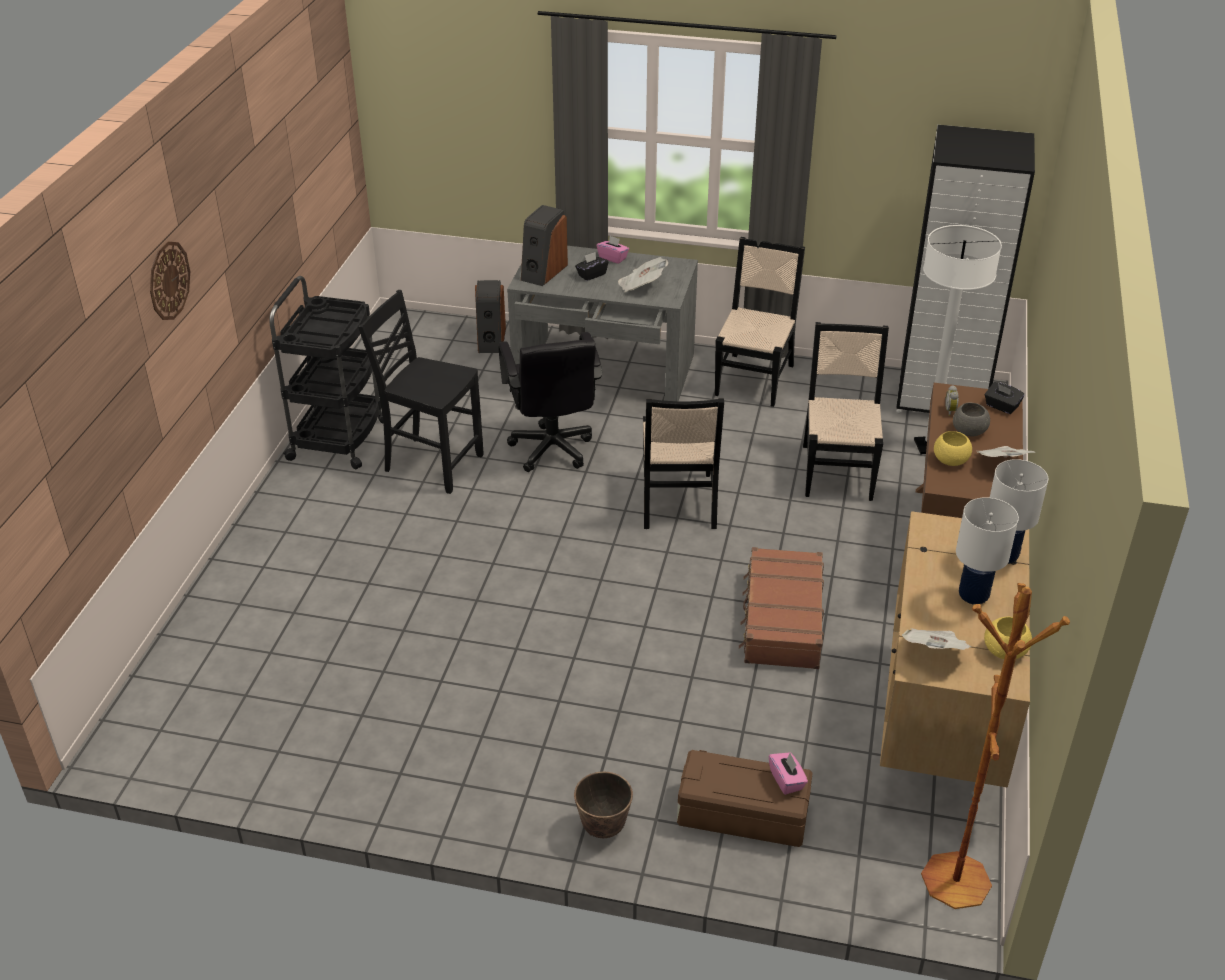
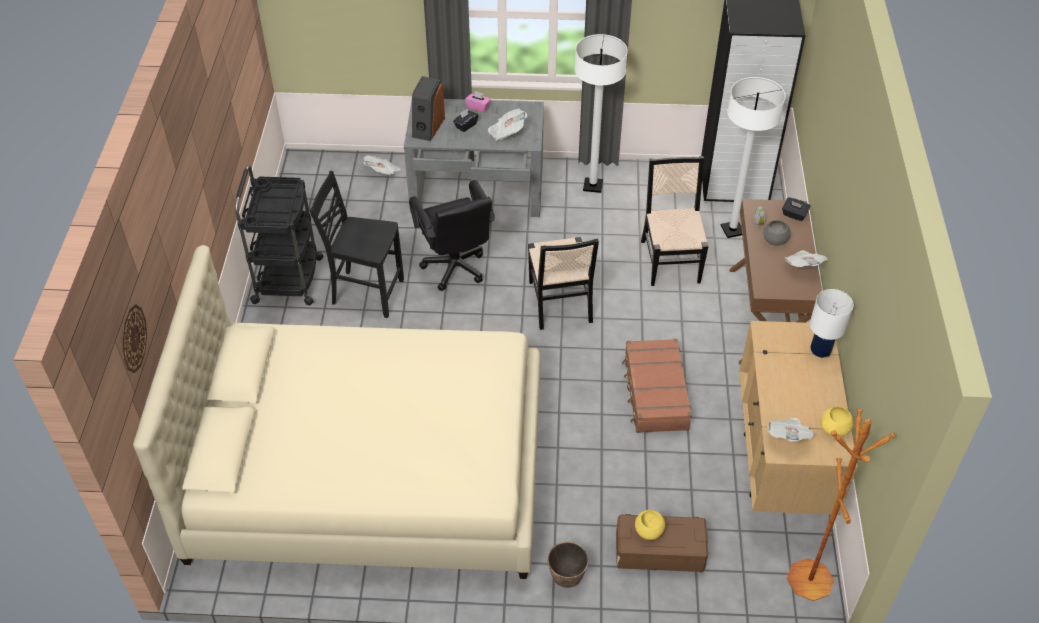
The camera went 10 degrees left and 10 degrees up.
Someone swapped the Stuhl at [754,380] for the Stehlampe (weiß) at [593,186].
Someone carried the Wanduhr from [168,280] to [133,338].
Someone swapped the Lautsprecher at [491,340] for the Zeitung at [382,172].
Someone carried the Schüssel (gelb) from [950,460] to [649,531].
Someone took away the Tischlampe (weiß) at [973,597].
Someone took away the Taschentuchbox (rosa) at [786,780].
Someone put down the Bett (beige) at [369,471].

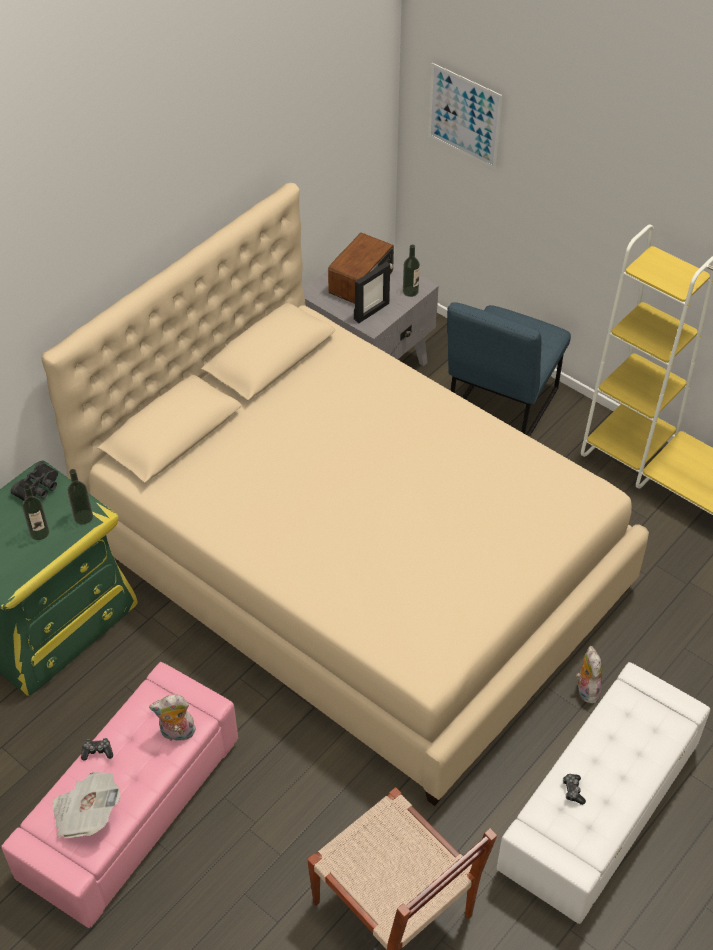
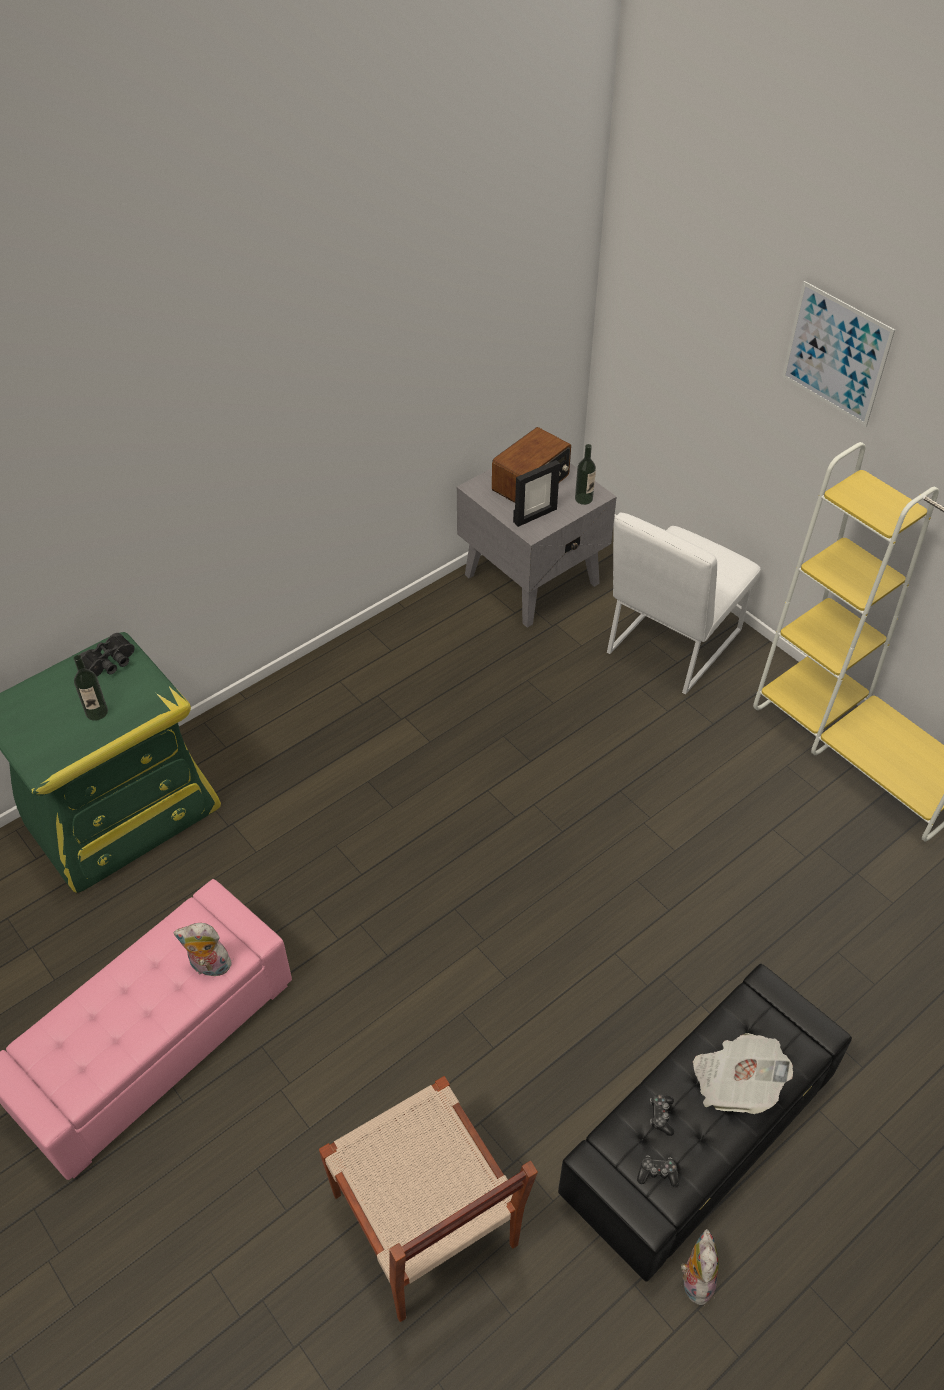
The camera went 10 degrees right and 0 degrees up.
Someone carried the Bild from [464,116] to [835,354].
Someone took away the Bett (beige) at [355,565].
Someone repainted the Stuhl (blau) at [500,408], which became the Stuhl (weiß) at [671,643].
Someone took away the Flasche at [83,517].
Someone carried the Plüschtier from [586,689] to [695,1279].
Someone repainted the Polsterhocker (weiß) at [599,809], which became the Polsterhocker (schwarz) at [699,1136].
Someone carried the Gamepad from [97,751] to [657,1173].
Someone carried the Zeitung from [87,814] to [735,1082].

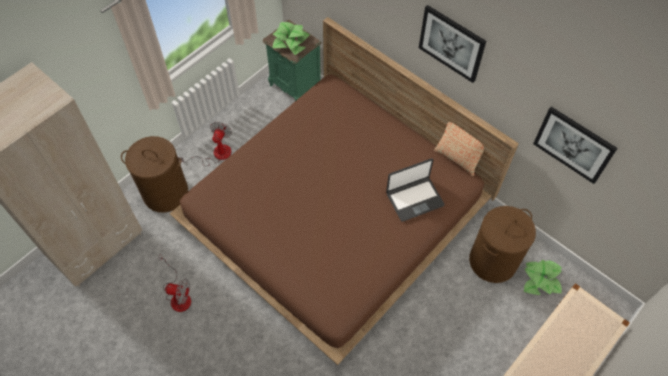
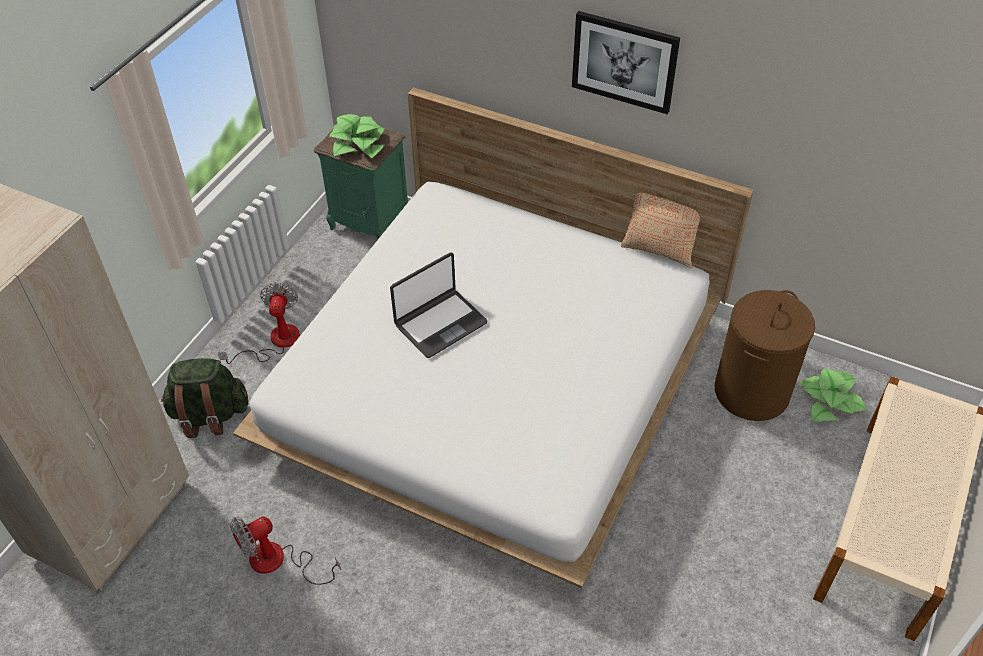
The camera went 15 degrees left and 10 degrees down.
Someone repainted the Bett (braun) at [333,217], which became the Bett (weiß) at [492,387].
Someone took away the Bild at [574,144].
Someone swapped the Wäschekorb (braun) at [165,193] for the Rucksack (grün) at [209,415].
Someone carried the Laptop from [414,199] to [440,323].
Someone rotated the Ventilator at [178,295] by 150 degrees clockwise.

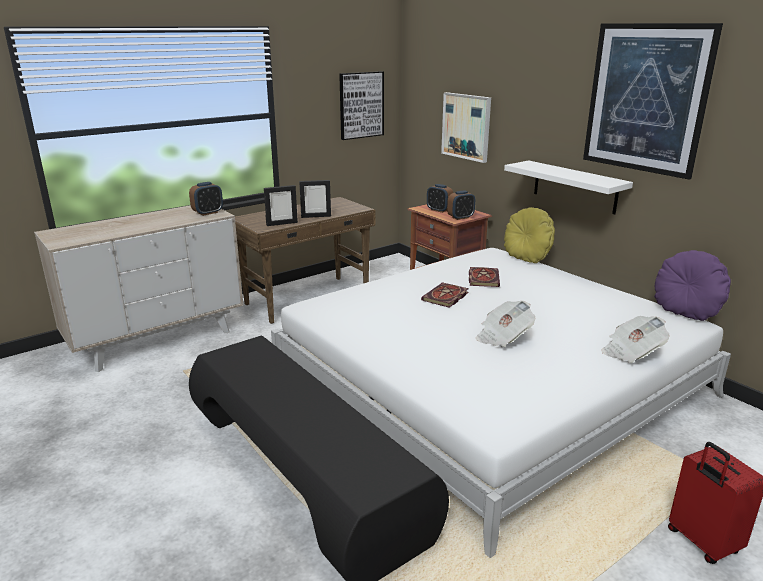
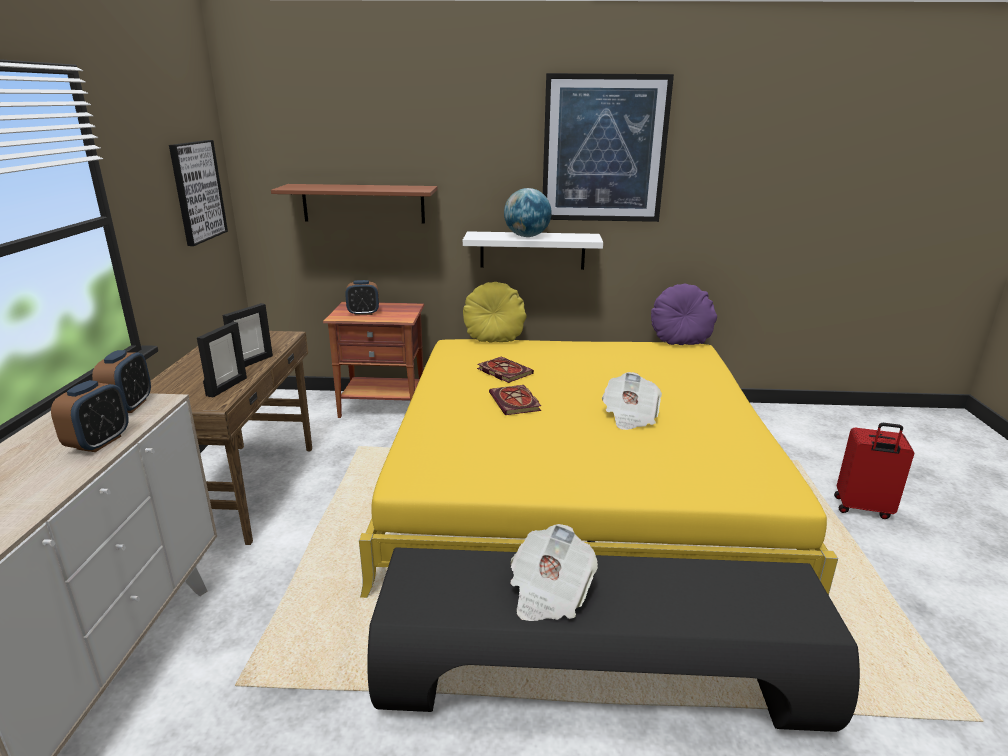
The camera went 50 degrees left and 0 degrees up.
Someone swapped the Bild at [466,126] for the Wandregal (braun) at [363,203].
Someone carried the Wecker from [460,217] to [99,442].
Someone repainted the Bett (weiß) at [488,382], which became the Bett (gelb) at [576,477].
Someone carried the Zeitung from [631,352] to [549,593].
Someone put down the Globus at [527,236].

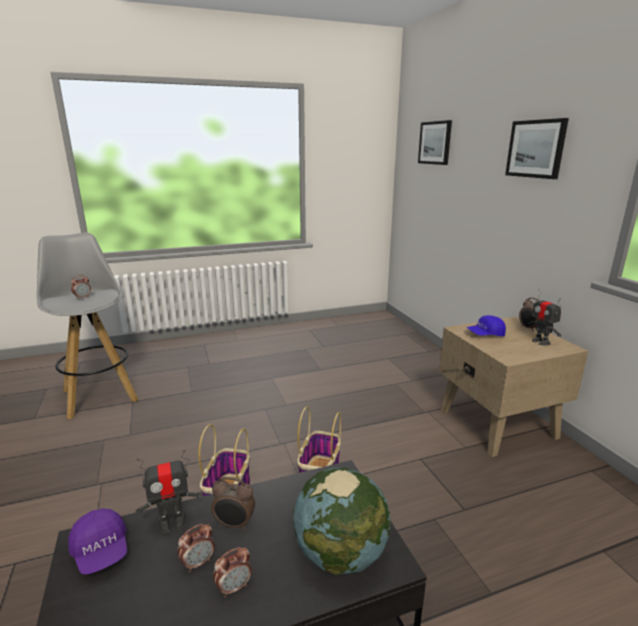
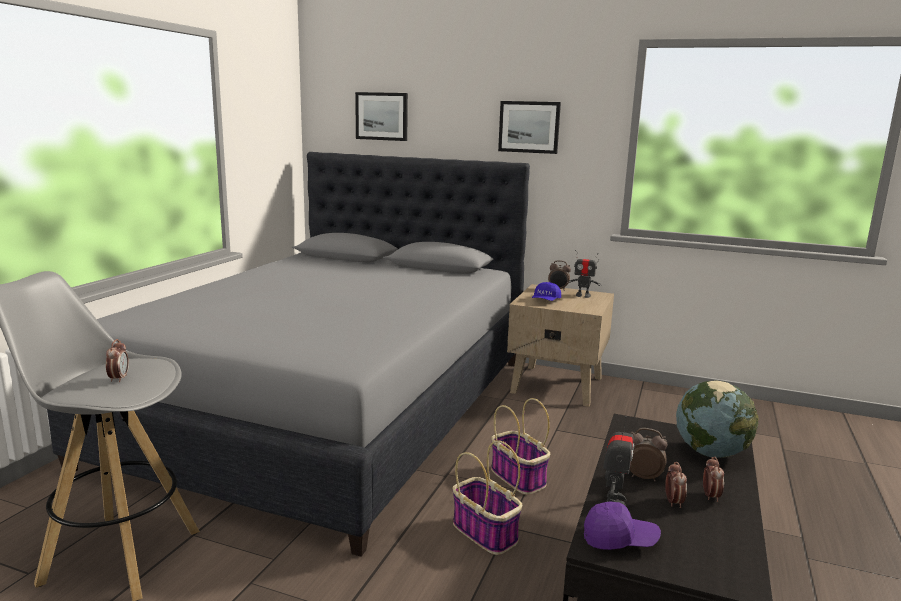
The camera went 50 degrees left and 5 degrees down.
Someone rotated the Wecker at [234,524] by 120 degrees counterclockwise.
Someone put down the Bett (grau) at [334,407].

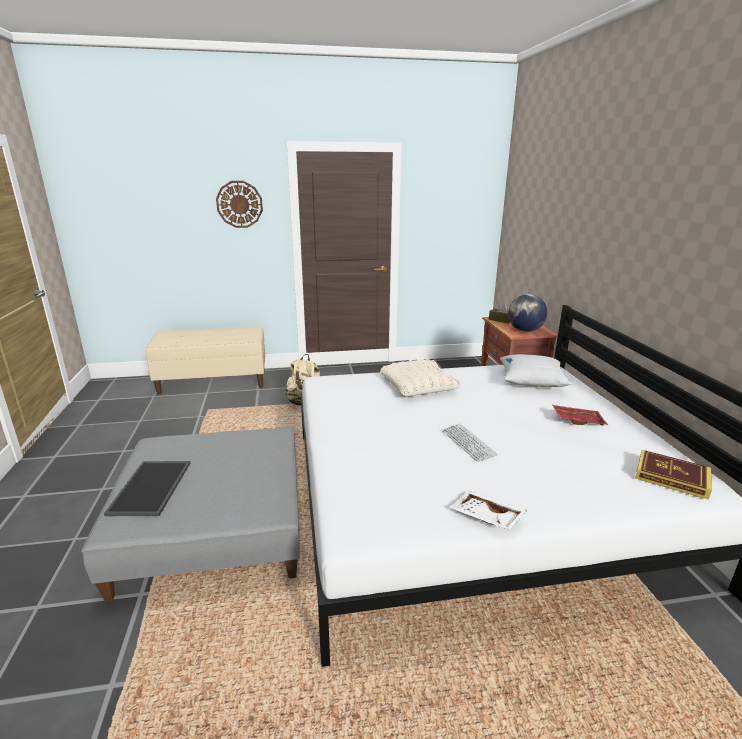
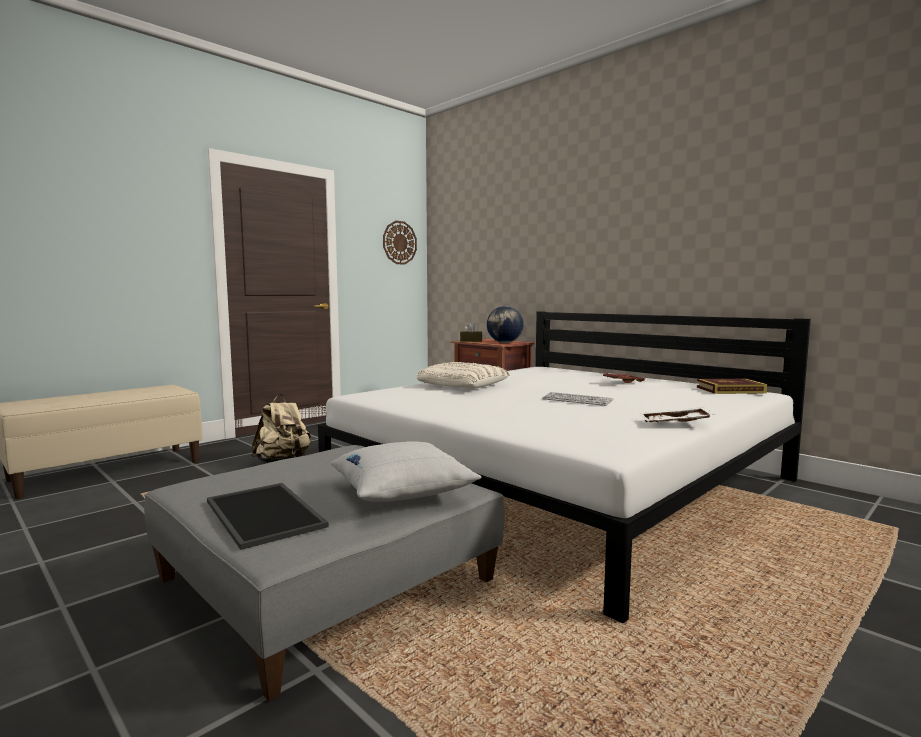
The camera went 35 degrees left and 15 degrees down.
Someone carried the Wanduhr from [239,204] to [399,242].
Someone carried the Kissen (grau) from [531,381] to [402,493].

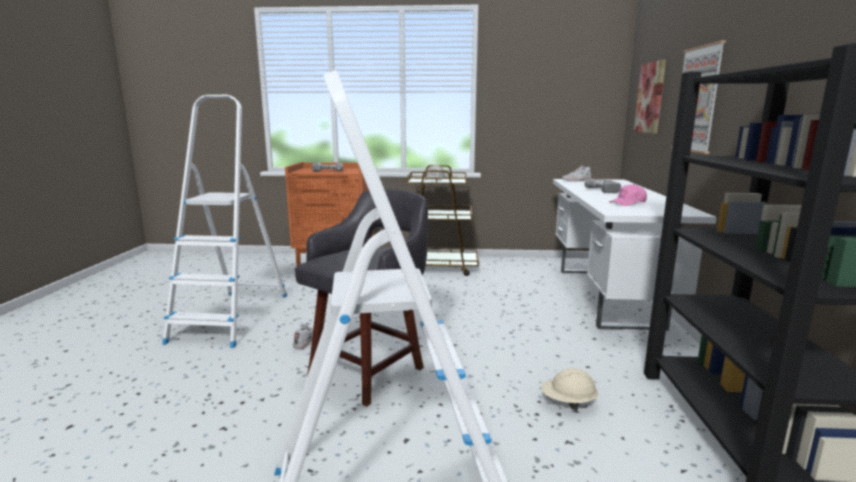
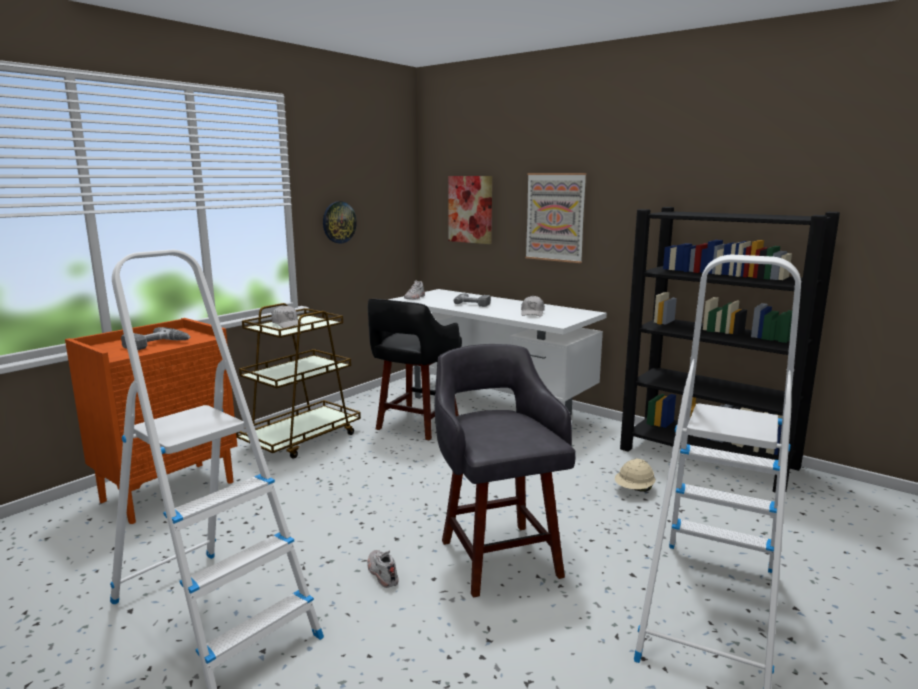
The camera went 55 degrees left and 0 degrees up.
Someone repainted the Kappe (rosa) at [628,203], which became the Kappe (weiß) at [532,313].
Someone put up the Wanduhr at [339,222].
Someone put down the Hocker (schwarz) at [415,425].

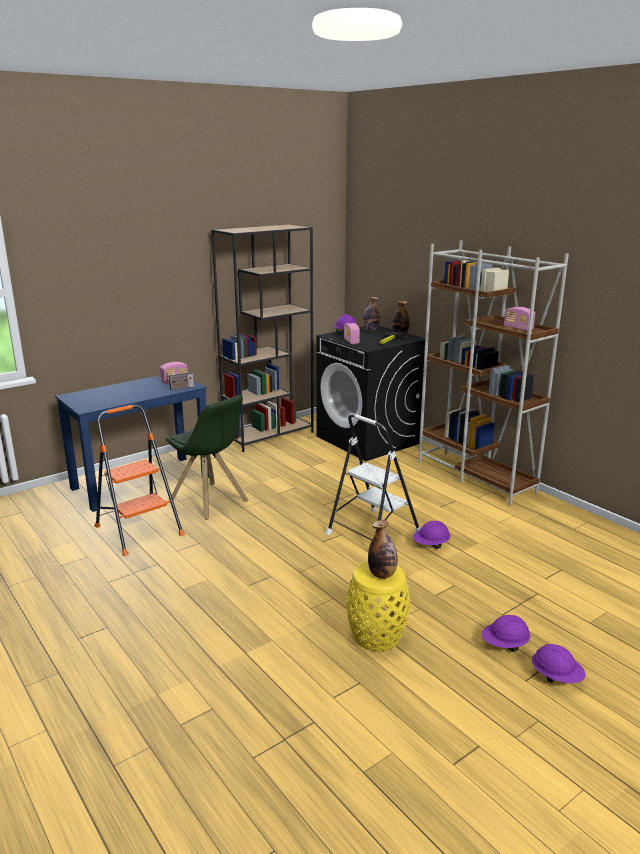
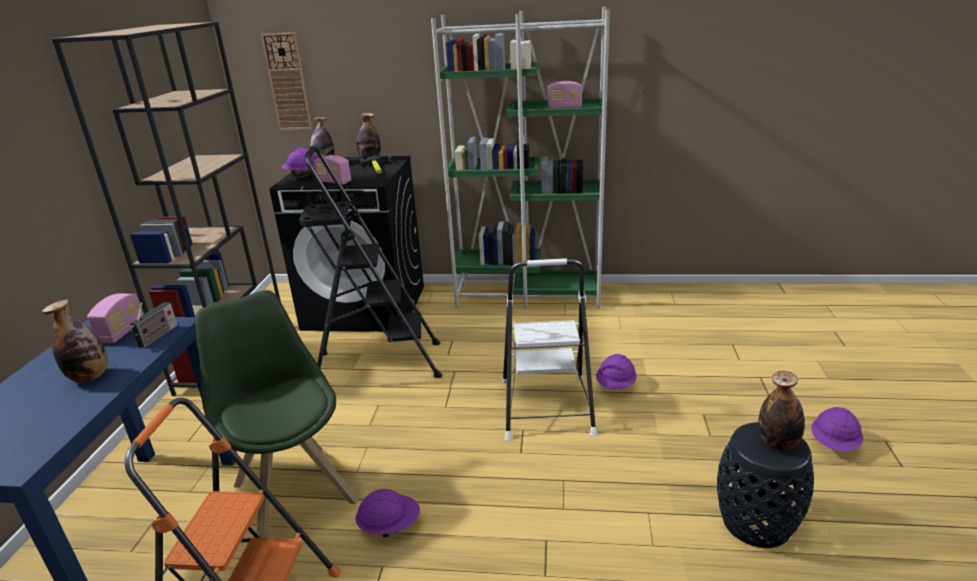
The camera went 45 degrees left and 5 degrees up.
Someone repainted the Bücherregal (braun) at [475,477], which became the Bücherregal (grün) at [528,296].
Someone rotated the Stuhl (grün) at [209,500] by 120 degrees counterclockwise.
Someone repainted the Hocker (gelb) at [377,636], which became the Hocker (schwarz) at [756,523].
Someone carried the Schutzhelm (lila) from [556,677] to [390,525].
Someone put up the Wanduhr at [288,82].
Someone put down the Trittleiter at [376,364].
Someone put down the Flasche at [90,377].

